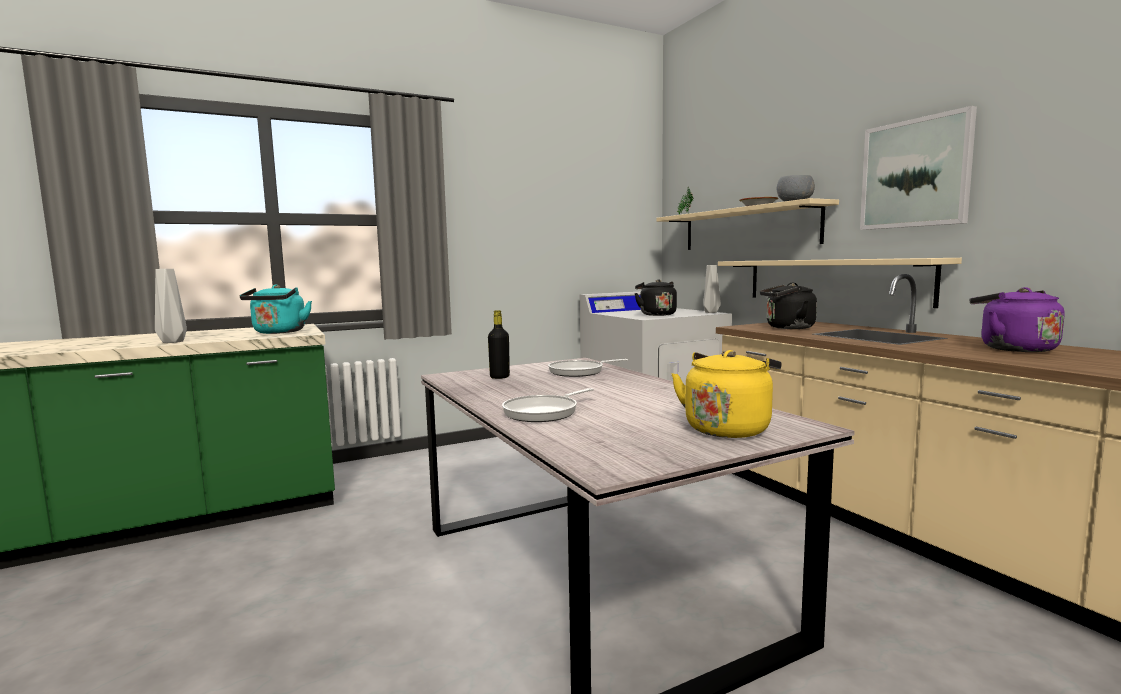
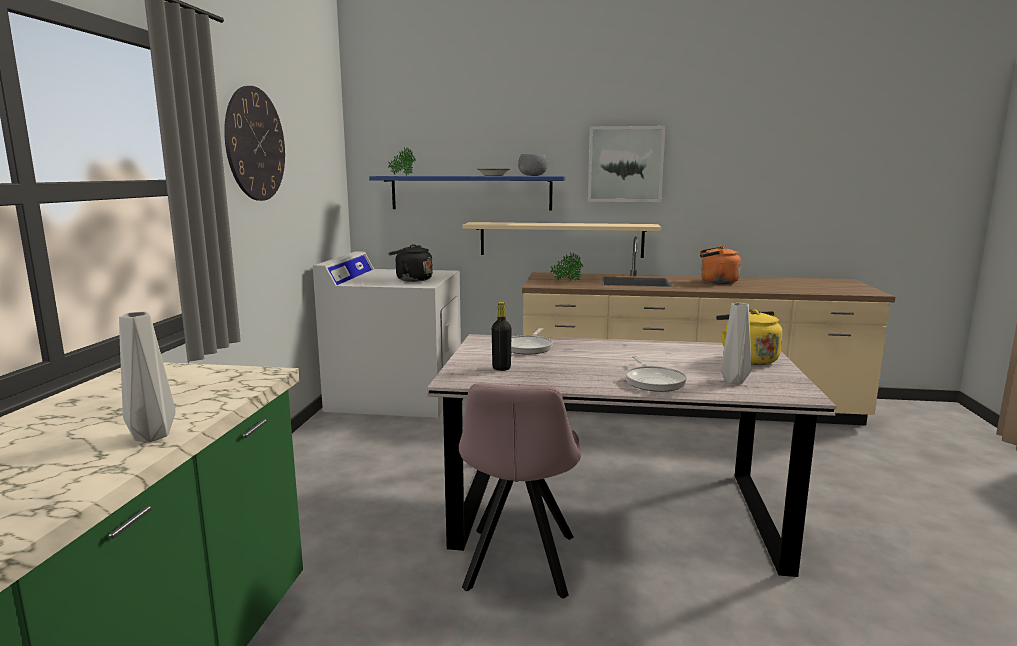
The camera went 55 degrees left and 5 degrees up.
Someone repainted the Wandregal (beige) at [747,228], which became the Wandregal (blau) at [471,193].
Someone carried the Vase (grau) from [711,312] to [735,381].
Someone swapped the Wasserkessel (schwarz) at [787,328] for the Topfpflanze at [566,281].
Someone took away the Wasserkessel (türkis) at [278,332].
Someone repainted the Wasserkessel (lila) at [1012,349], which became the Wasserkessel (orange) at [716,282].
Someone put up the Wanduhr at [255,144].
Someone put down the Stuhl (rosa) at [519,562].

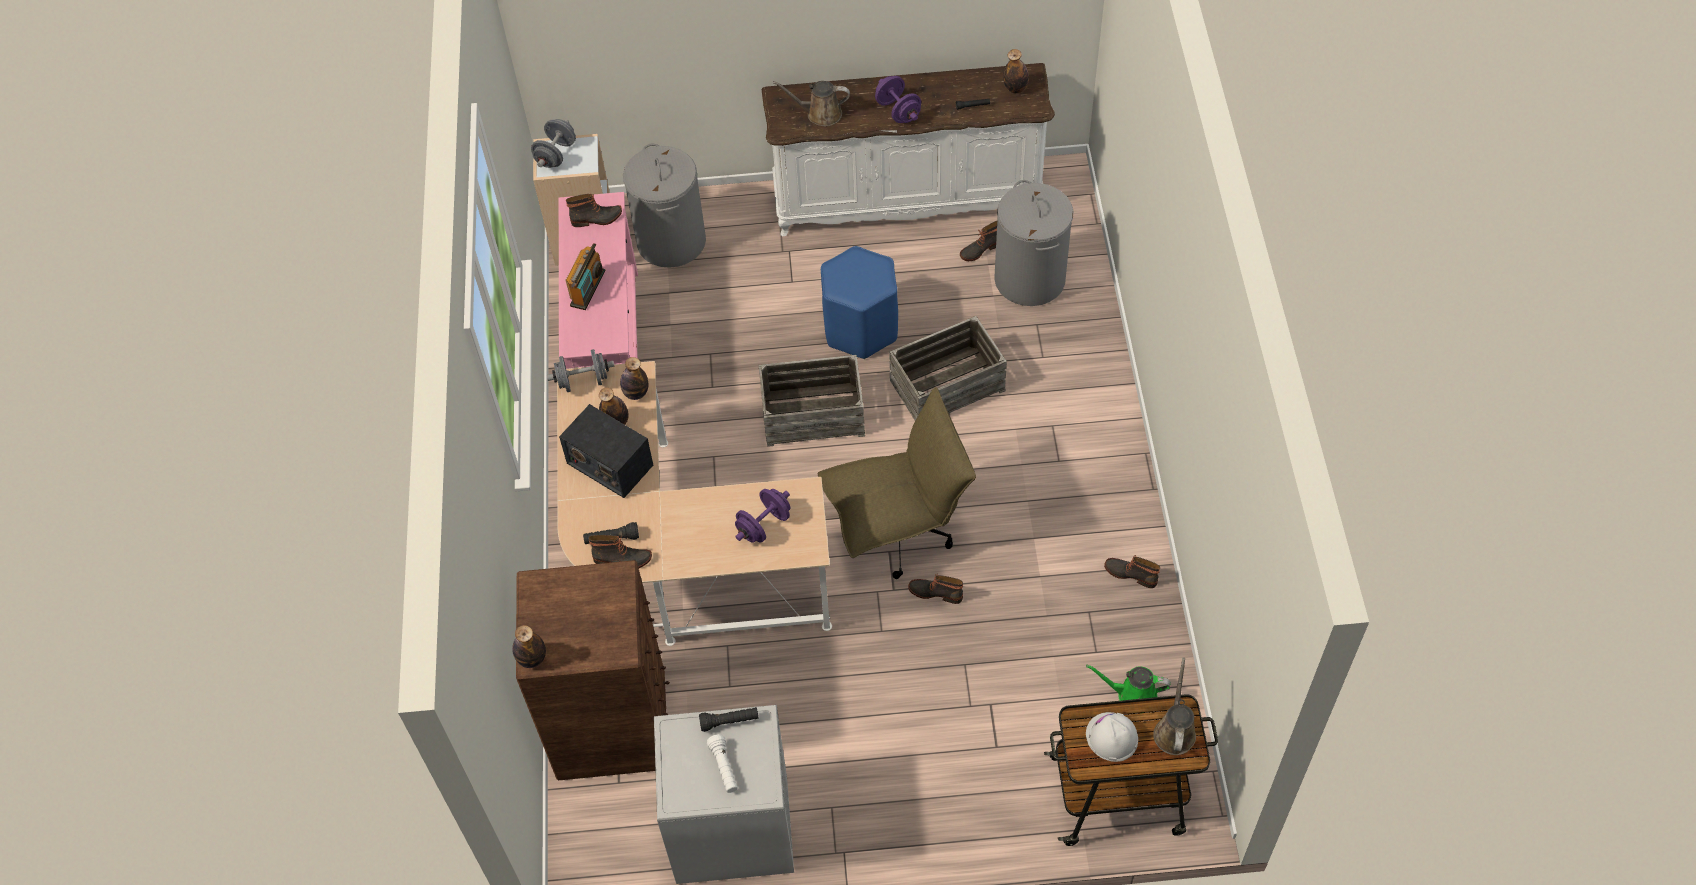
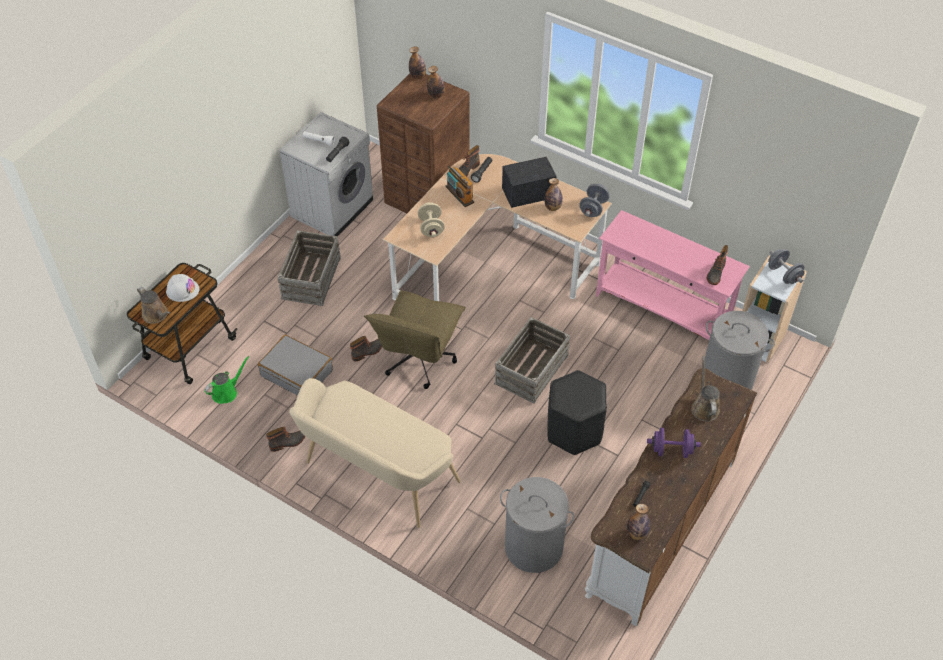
The camera went 125 degrees right and 5 degrees down.
Someone rotated the Gießkanne (braun) at [820,114] by 45 degrees counterclockwise.
Someone took away the Stiefel at [980,249].
Someone carried the Radio from [588,288] to [459,194].
Someone repainted the Hocker (blau) at [861,328], which became the Hocker (schwarz) at [574,431].
Someone carried the Kiste from [947,384] to [312,278].
Someone carried the Flasche from [636,393] to [436,95].
Someone repainted the Hantel (lila) at [764,525], which became the Hantel (beige) at [431,228].
Someone put down the Koffer (grau) at [297,373].
Someone put down the Bank (beige) at [376,476].

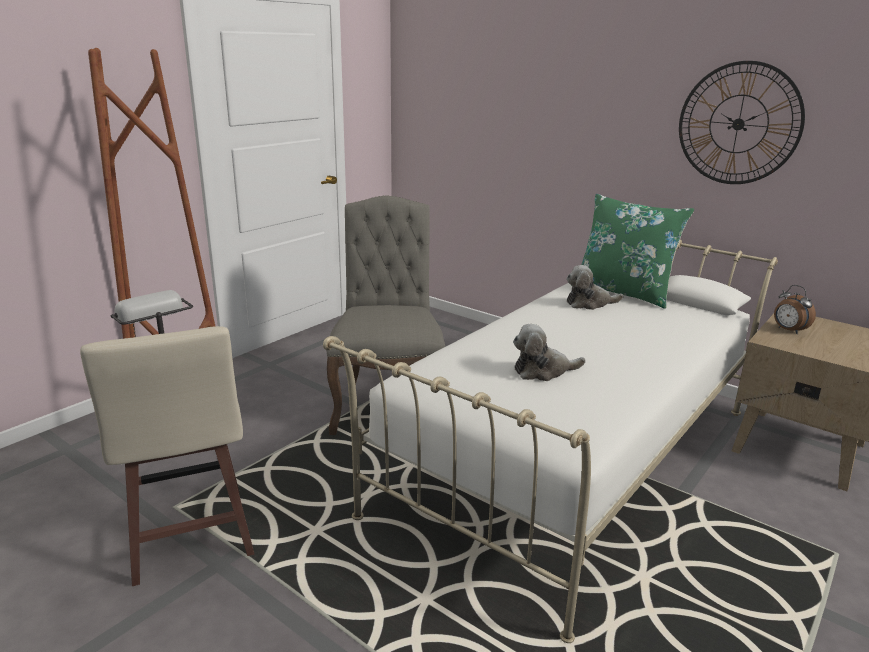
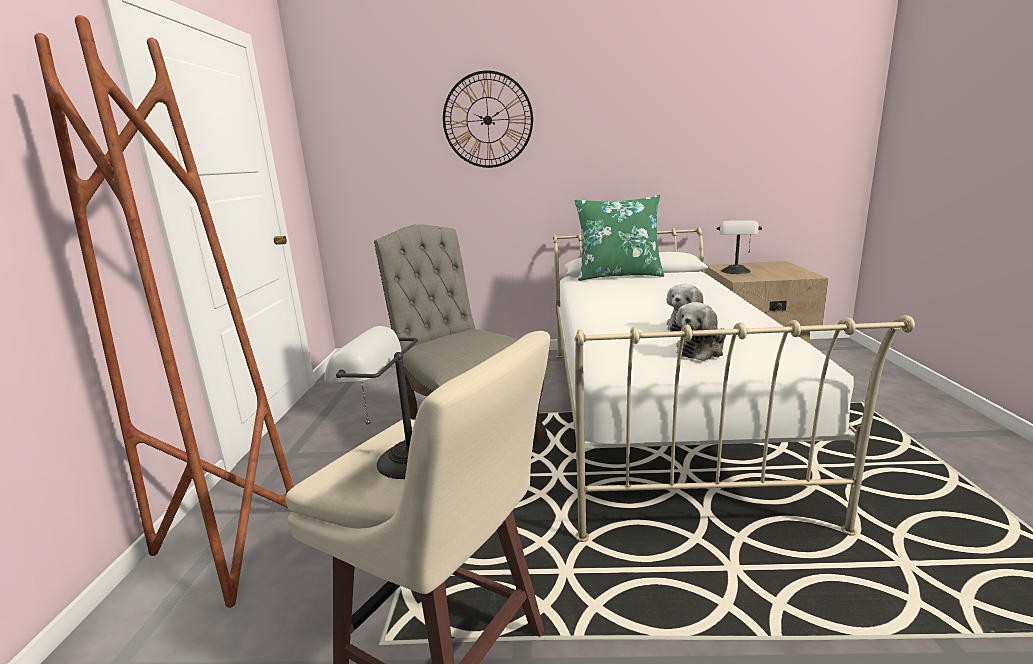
The camera went 35 degrees left and 5 degrees down.
Someone carried the Wanduhr from [738,124] to [487,120].
Someone carried the Plüschtier from [589,303] to [701,350].
Someone swapped the Wecker at [788,330] for the Tischlampe at [736,272].

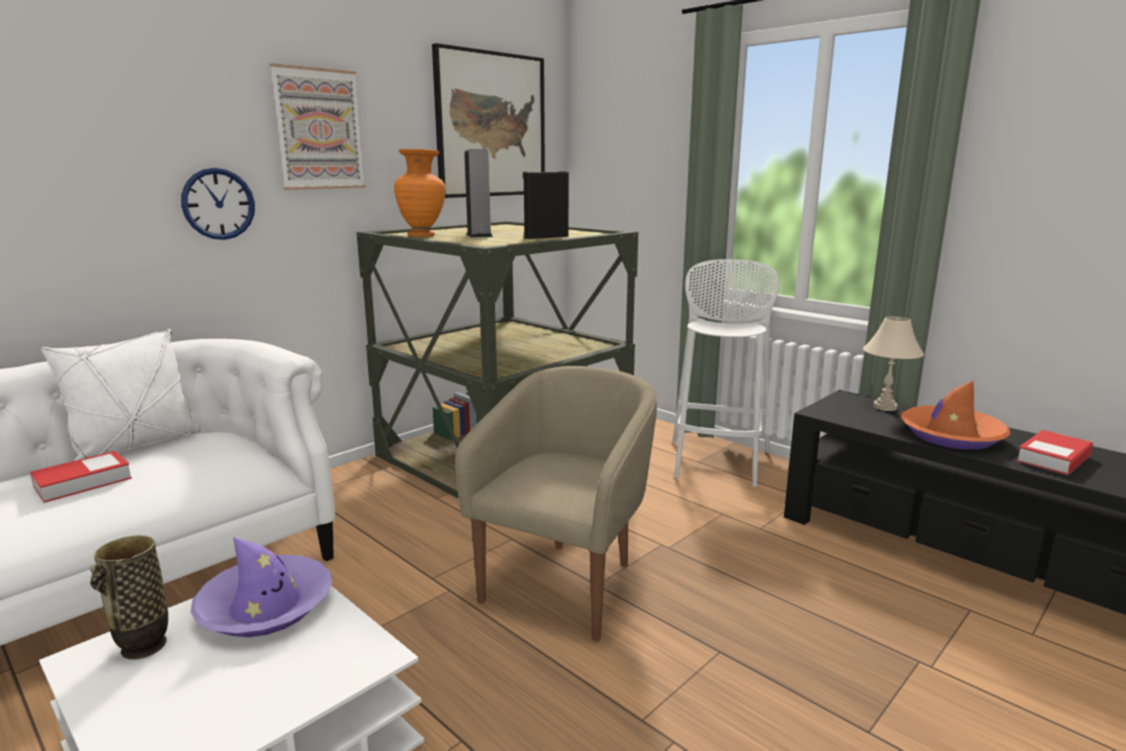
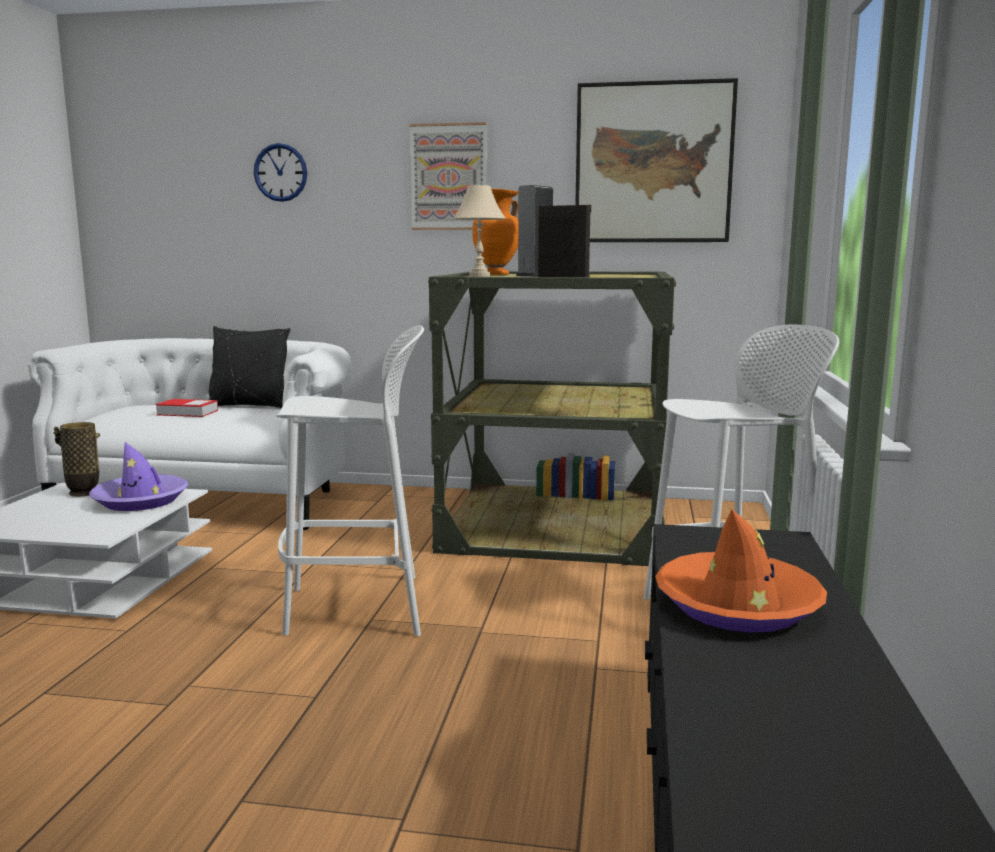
The camera went 55 degrees right and 5 degrees down.
Someone carried the Wanduhr from [218,204] to [280,172].
Someone carried the Tischlampe (beige) from [885,407] to [479,276].
Someone repainted the Kissen (weiß) at [136,446], which became the Kissen (schwarz) at [248,406].
Someone swapped the Sessel (beige) at [567,583] for the Hocker (weiß) at [359,607].
Someone took away the Buch at [1053,458].

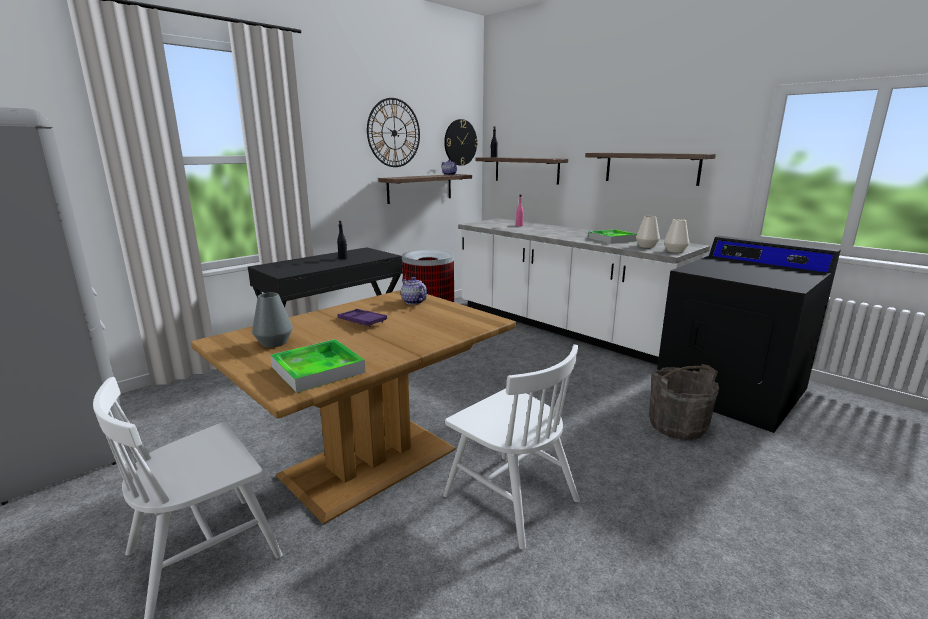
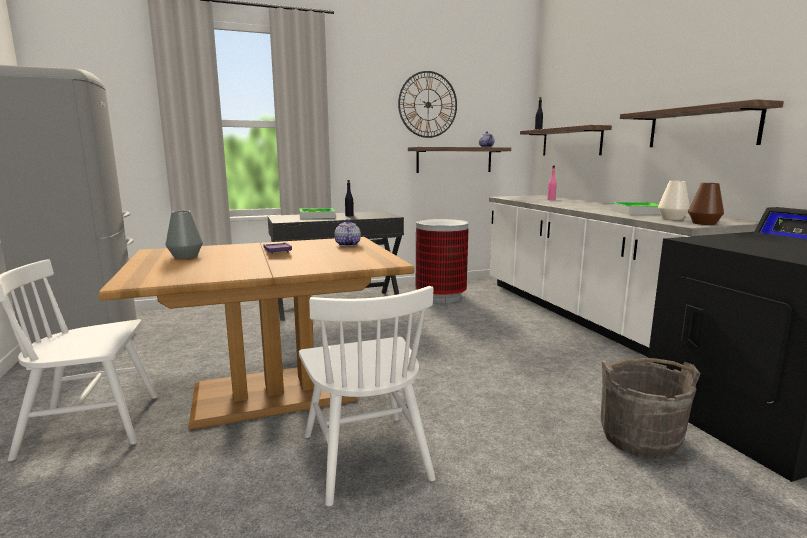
The camera went 25 degrees right and 5 degrees down.
Someone took away the Wanduhr at [460,142].
Someone repainted the Vase (weiß) at [675,251], which became the Vase (braun) at [704,223].
Someone carried the Tablett from [318,369] to [317,216].

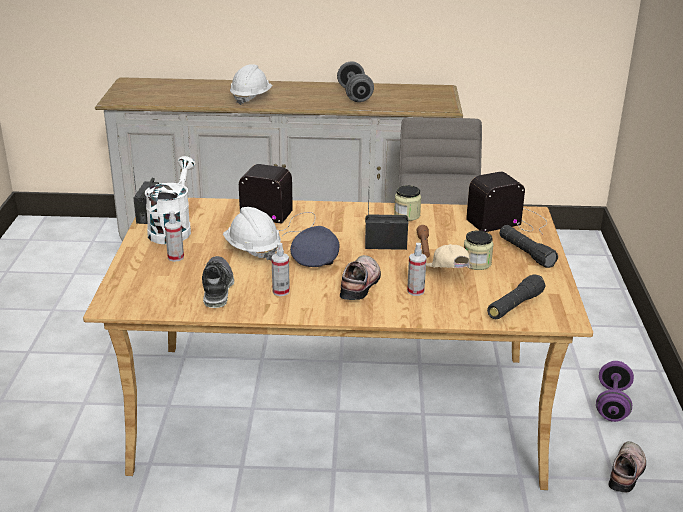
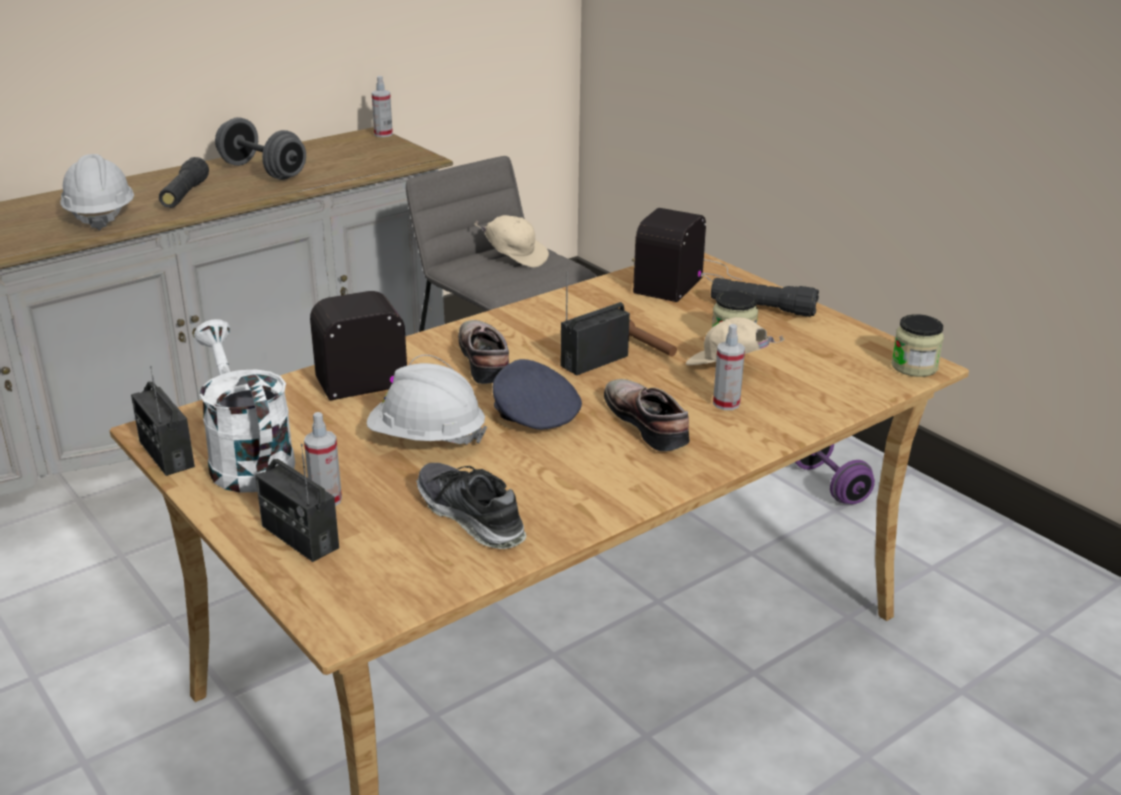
The camera went 40 degrees left and 0 degrees up.
Someone carried the Vorratsglas from [407,215] to [914,367].
Someone carried the Sprühflasche from [281,291] to [383,134].
Someone carried the Taschenlampe (schwarz) from [514,306] to [185,195].
Someone carried the Schuh from [628,472] to [488,360].
Someone put down the Kappe (beige) at [515,257].
Someone put down the Radio at [299,537].

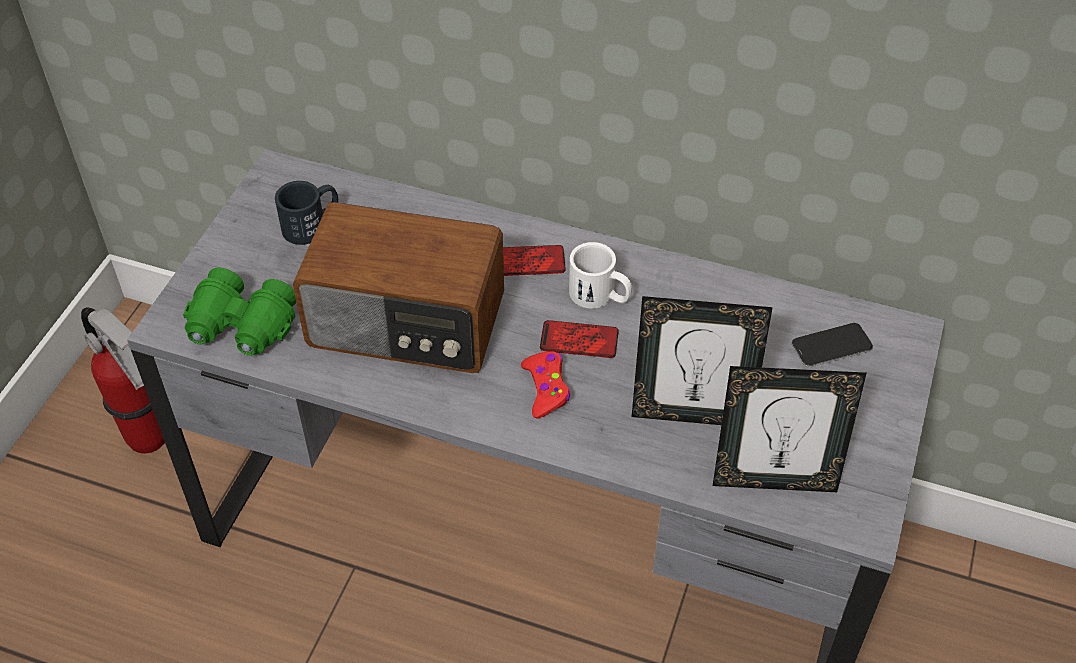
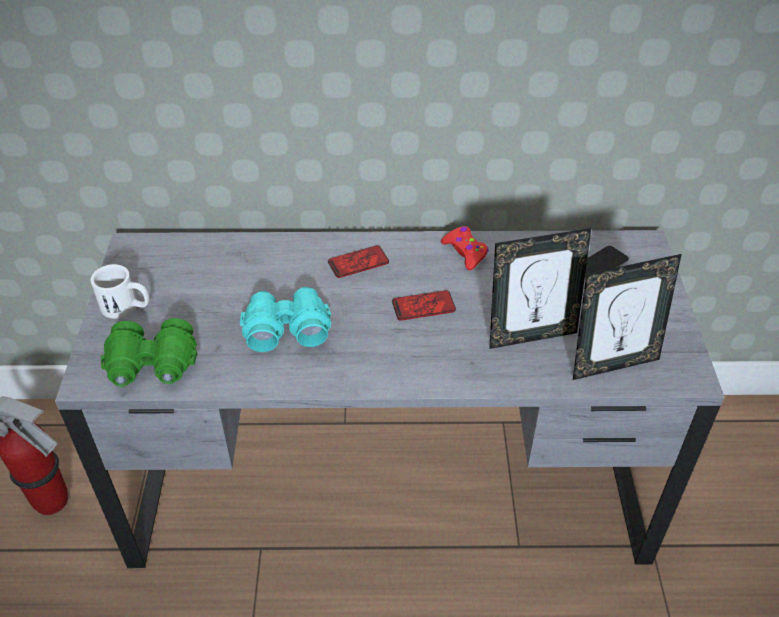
The camera went 20 degrees left and 5 degrees down.
Someone took away the Henkelbecher (schwarz) at [312,225].
Someone swapped the Radio at [406,323] for the Fernglas (türkis) at [286,328].
Someone carried the Henkelbecher (weiß) from [600,296] to [127,307].
Someone carried the Gamepad (rot) from [546,388] to [465,252].

